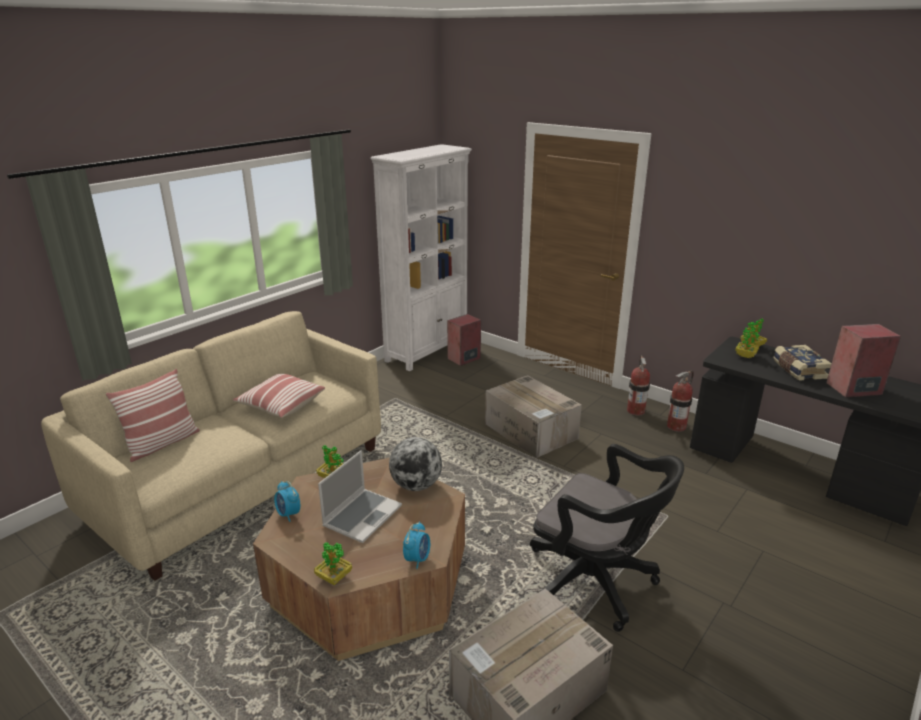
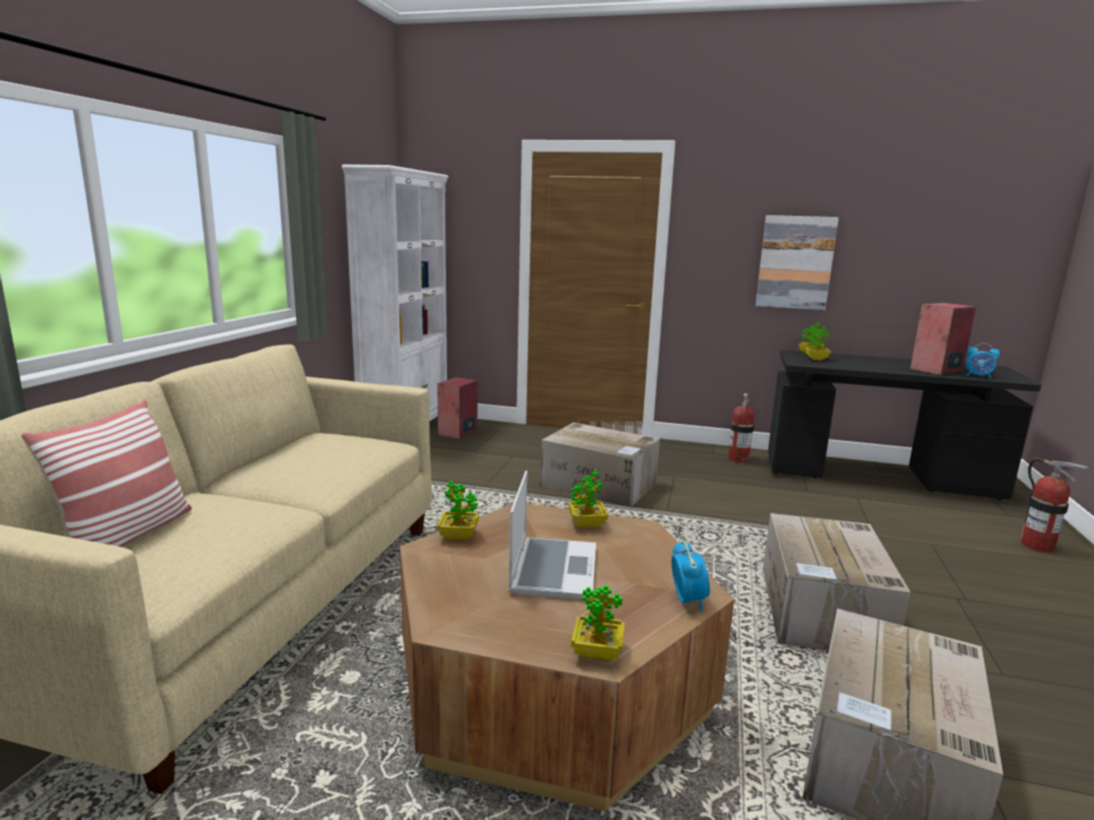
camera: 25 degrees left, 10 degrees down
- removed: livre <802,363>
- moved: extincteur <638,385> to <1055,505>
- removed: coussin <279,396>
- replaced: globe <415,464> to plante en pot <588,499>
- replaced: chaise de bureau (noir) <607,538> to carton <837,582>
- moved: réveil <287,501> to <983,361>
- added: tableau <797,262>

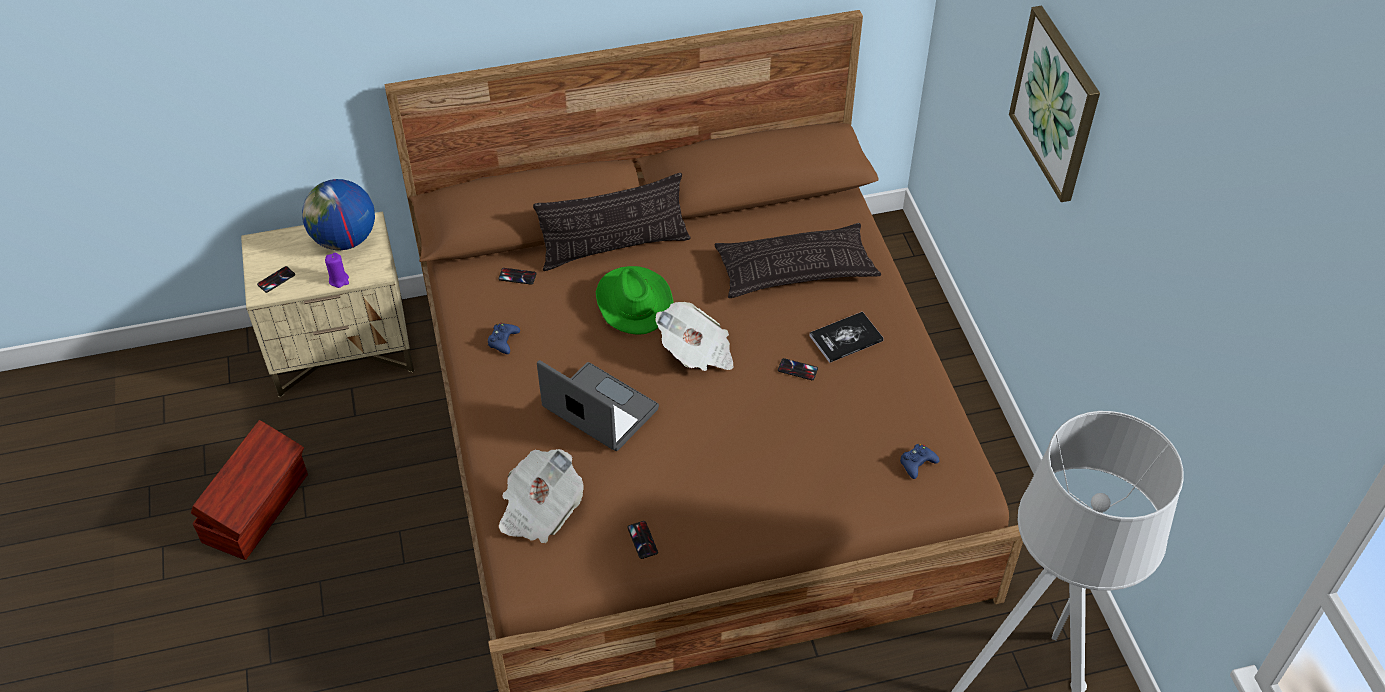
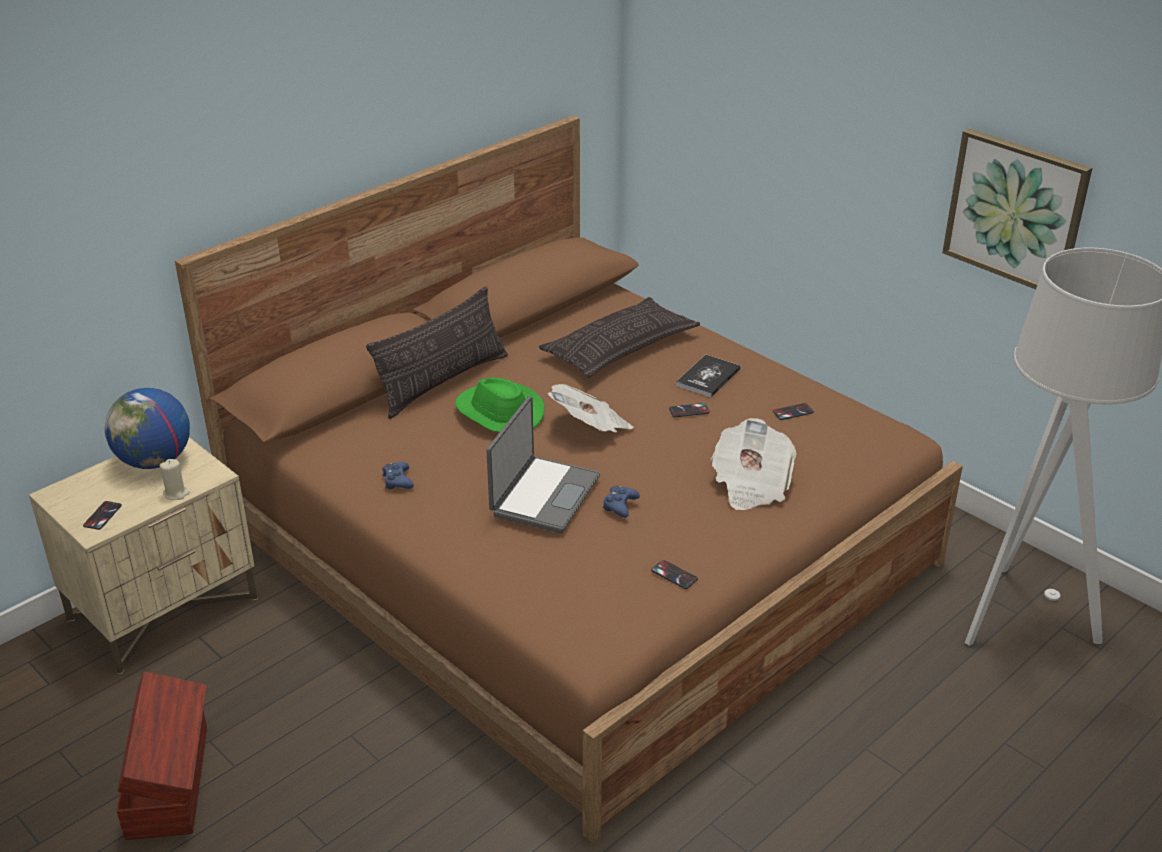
camera: 30 degrees left, 15 degrees down
- moved: tableau <1054,104> to <1017,208>
- recoloured: bougie (violet) <337,270> to bougie (beige) <175,479>
- moved: téléphone <518,276> to <793,411>
- turned: ordinateur portable <598,405> = <543,464> 105 degrees clockwise
- moved: manette (bleu) <919,461> to <621,501>
- moved: journal <541,496> to <754,464>

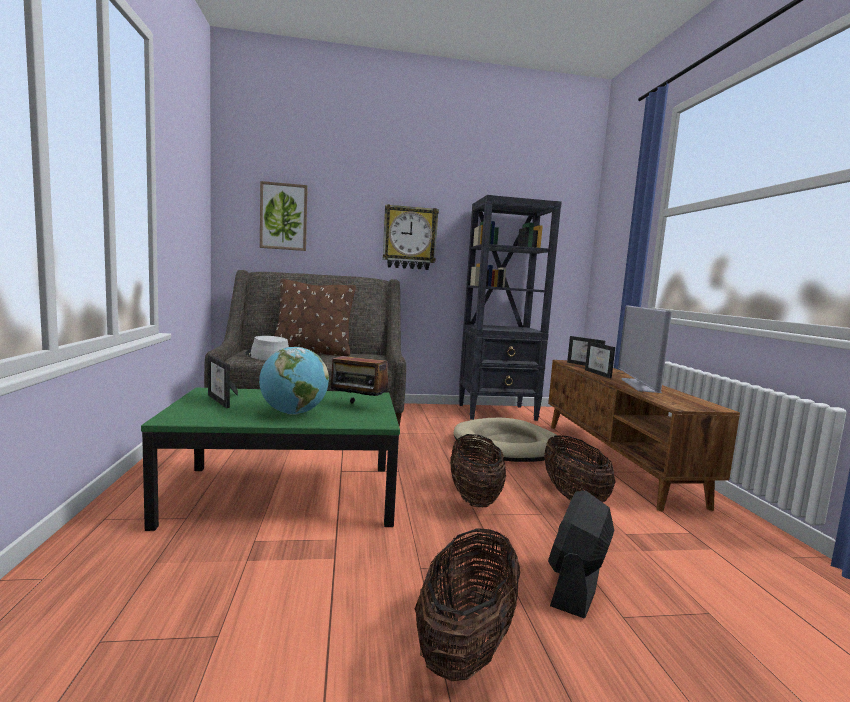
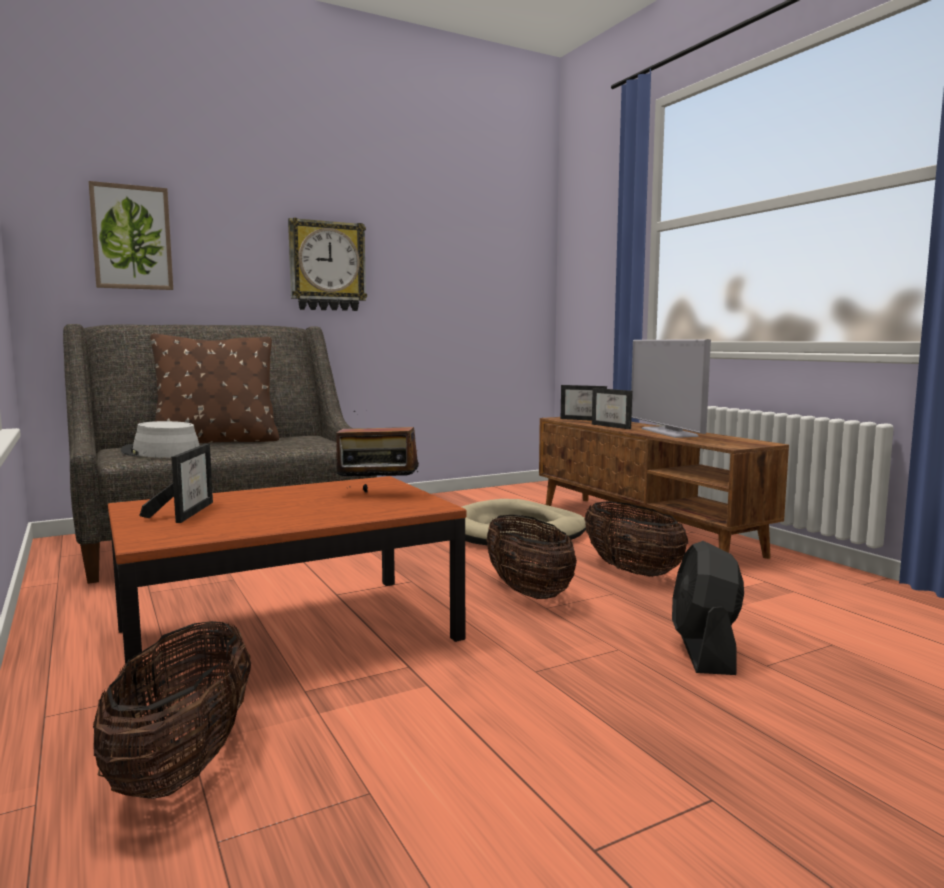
camera: 20 degrees left, 0 degrees up
- removed: bibliothèque (noir) <510,308>
- removed: globe <294,381>
- turned: cadre photo <223,381> = <176,483> 120 degrees counterclockwise
- recoloured: table basse (vert) <270,459> to table basse (marron) <287,595>
- moved: panier <467,604> to <172,710>

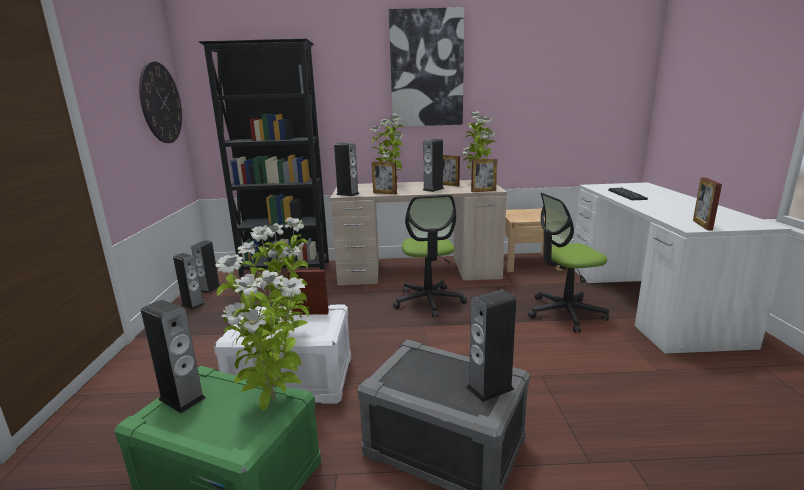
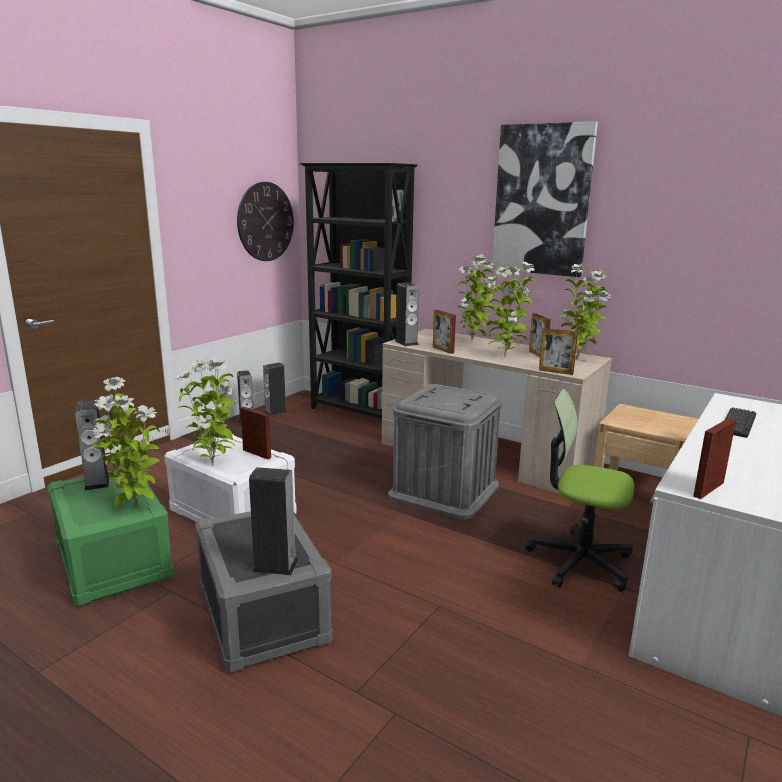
camera: 35 degrees right, 0 degrees up
- replaced: enceinte <433,165> to plante en pot <508,309>
- replaced: chaise de bureau <430,256> to boîte de rangement (gris) <445,451>

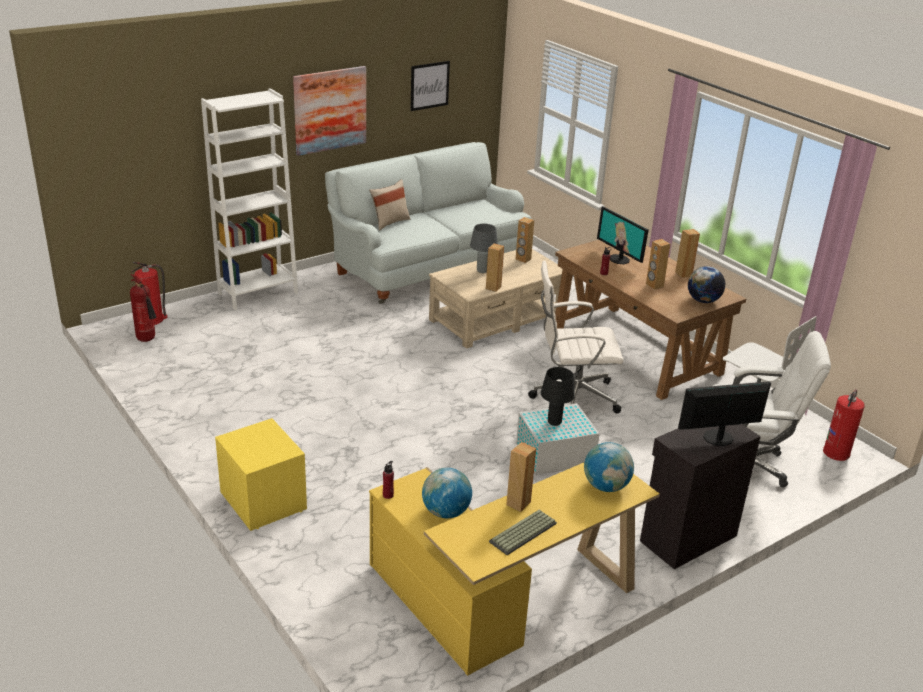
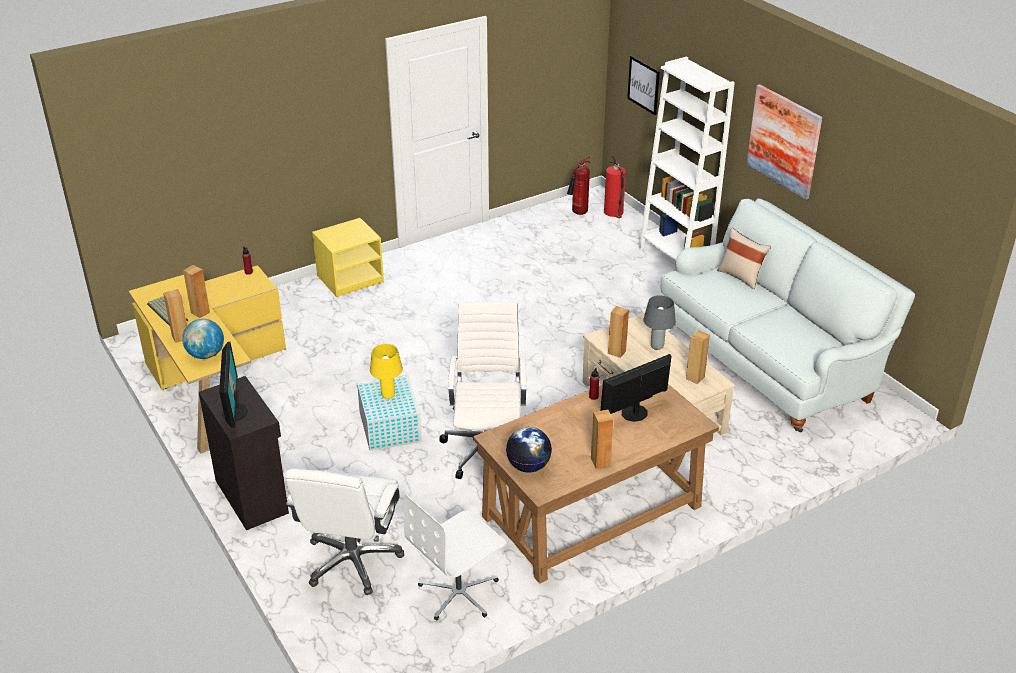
camera: 95 degrees right, 5 degrees up
- moved: tableau <430,86> to <643,85>
- moved: enceinte (marron) <658,264> to <175,316>
- recoloured: lampe de table (noir) <558,396> to lampe de table (jaune) <386,371>
- removed: extincteur <844,425>
- removed: globe <447,493>

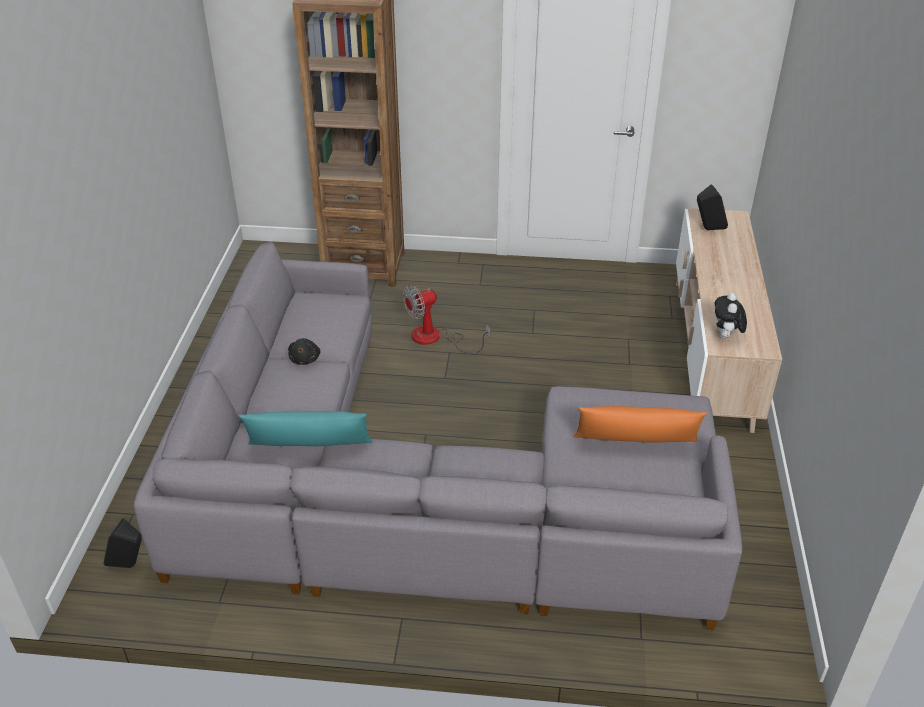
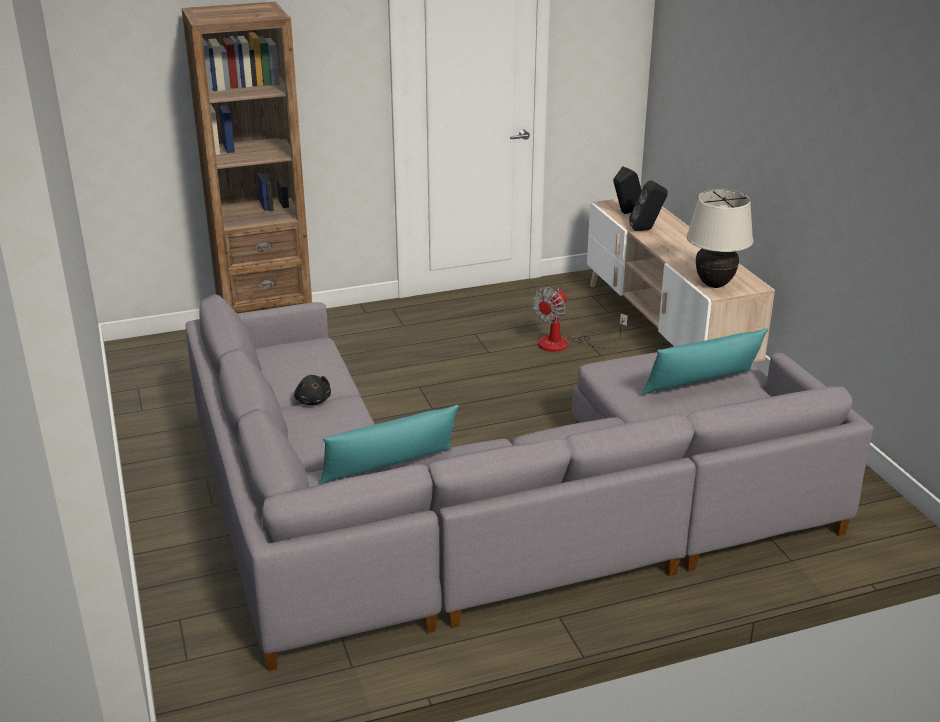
camera: 25 degrees left, 10 degrees down
- moved: ventilateur <446,319> to <580,319>
- replaced: peluche <731,316> to lampe de table (beige) <720,239>
- recoloured: coussin (orange) <640,424> to coussin (turquoise) <704,361>
- moved: enceinte (noir) <122,543> to <648,205>

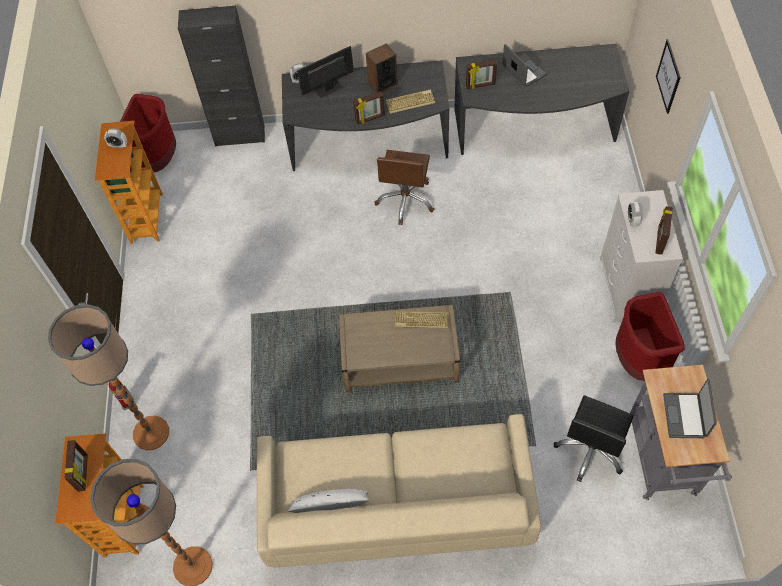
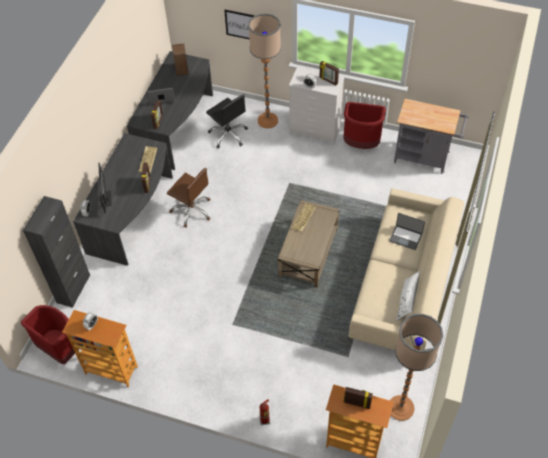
camera: 70 degrees left, 5 degrees down
- moved: enceinte <382,68> to <180,59>
- moved: lampadaire <108,377> to <264,71>
- moved: ordinateur portable <690,408> to <407,231>
- moved: chaise de bureau (noir) <594,438> to <227,121>

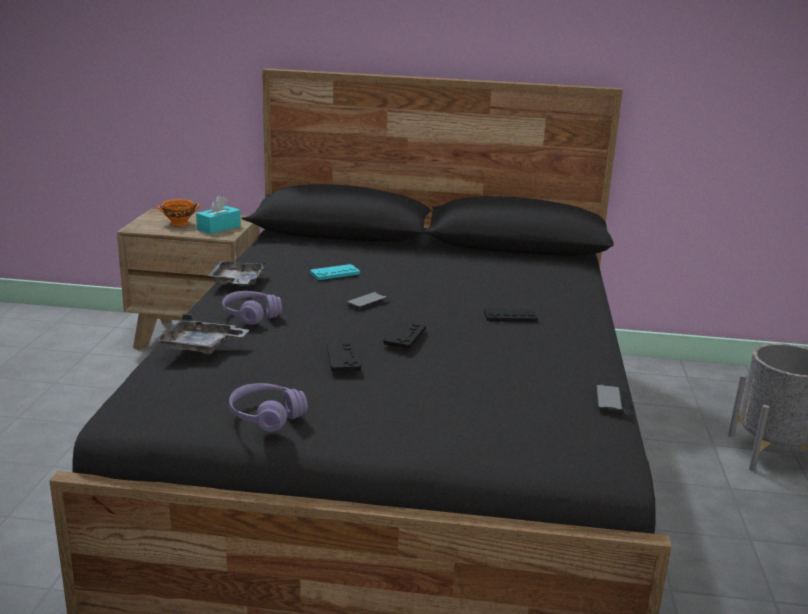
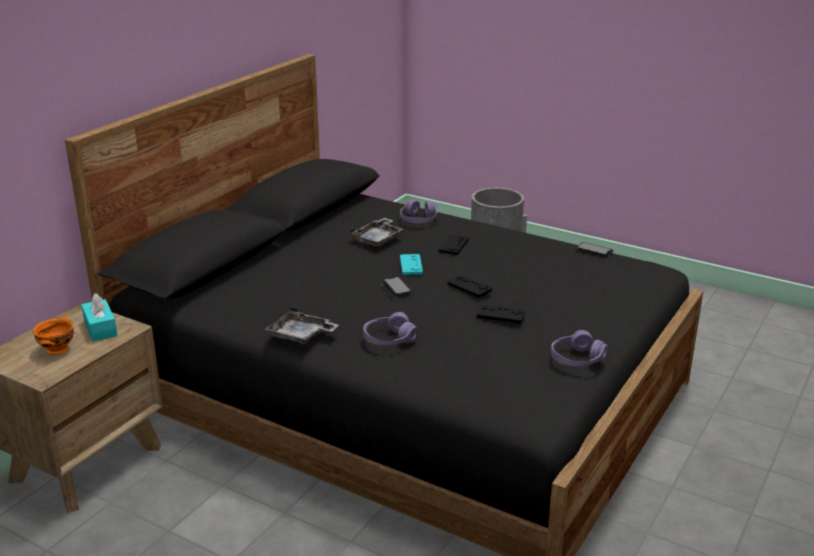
camera: 65 degrees left, 5 degrees up
- moved: manette (turquoise) <335,272> to <411,264>
- moved: plateau (gris) <202,334> to <376,232>
- added: casque audio (violet) <418,211>

